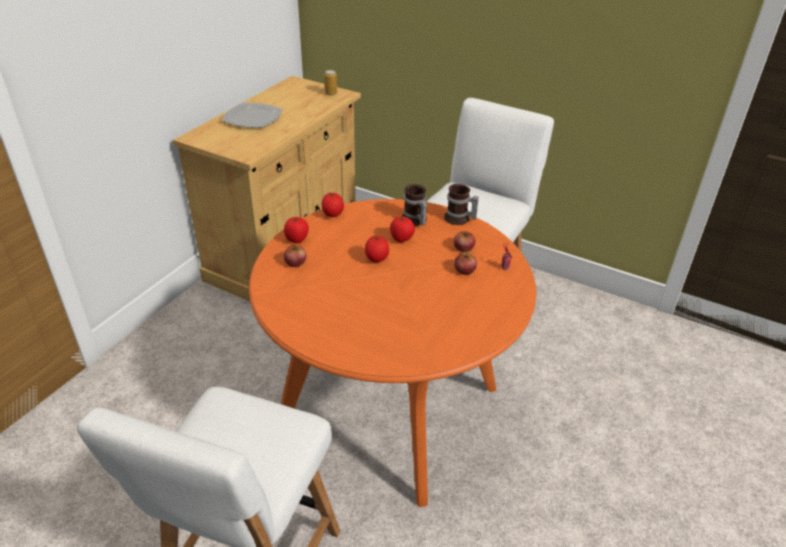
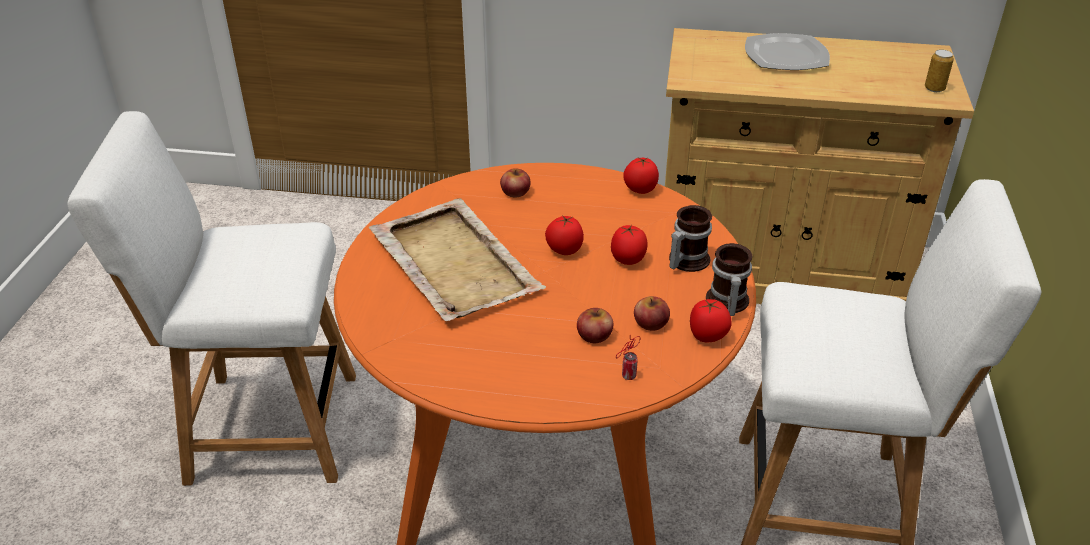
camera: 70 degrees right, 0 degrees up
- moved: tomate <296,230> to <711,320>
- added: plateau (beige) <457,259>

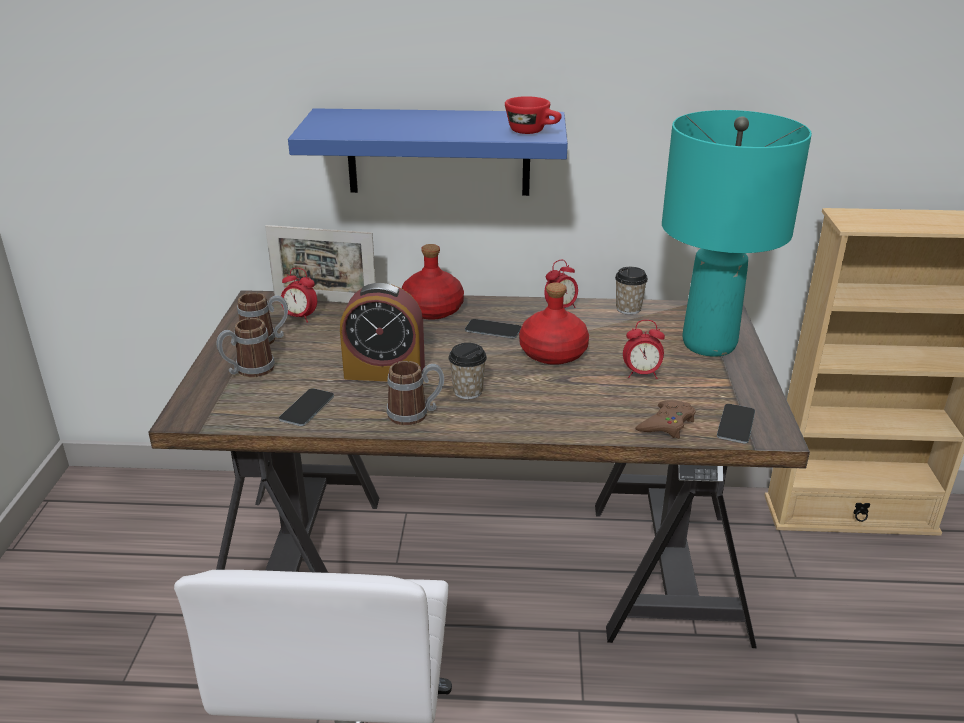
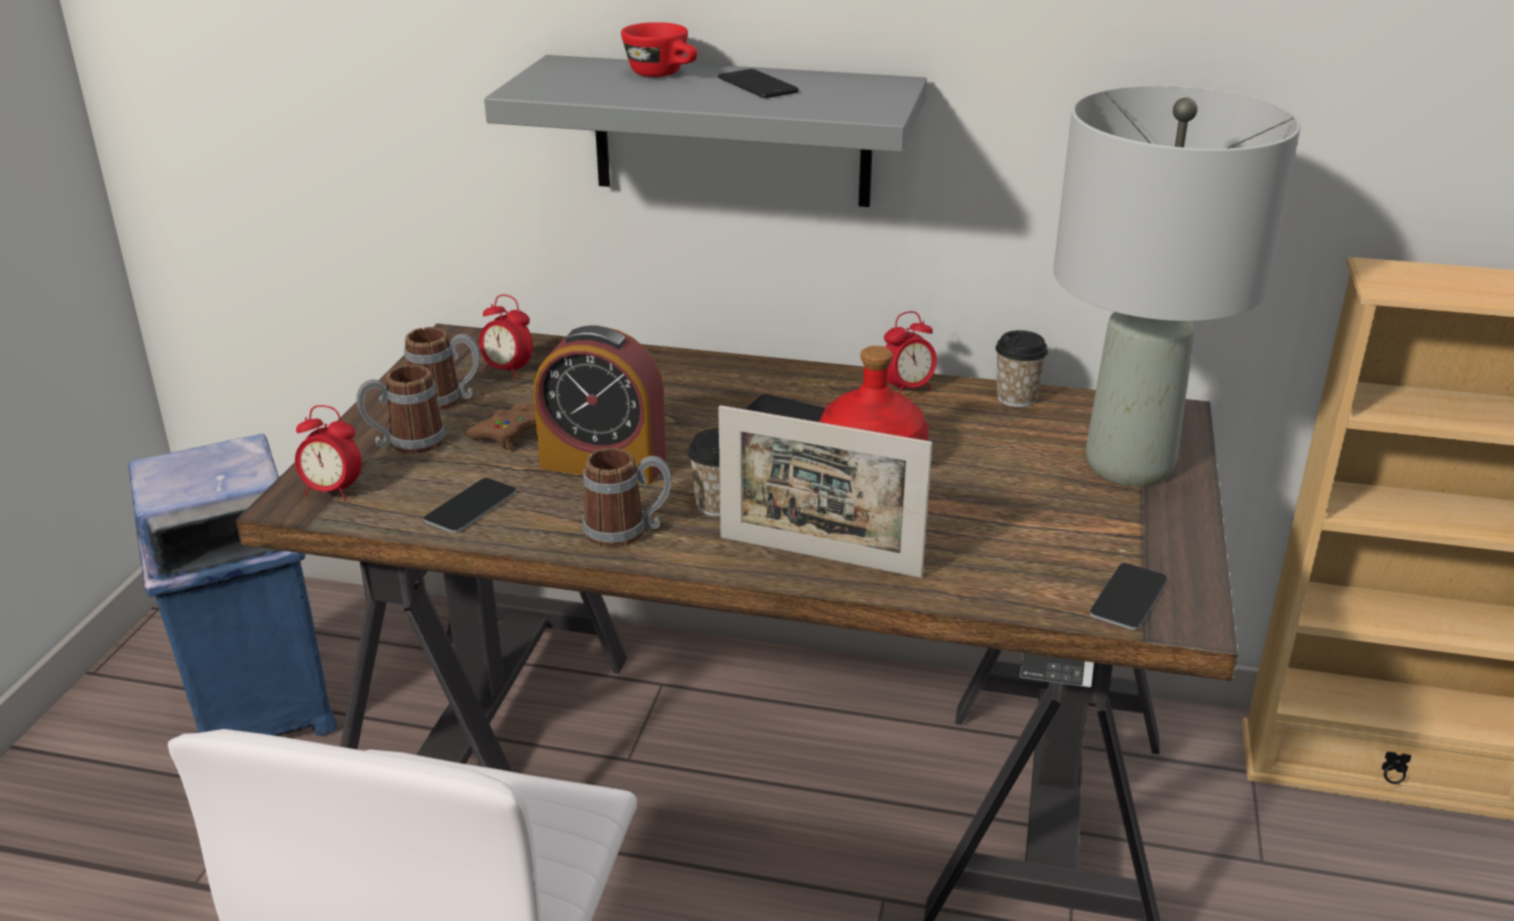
camera: 10 degrees right, 0 degrees up
- moved: tasse (rouge) <533,115> to <659,49>
- recoloured: étagère (bleu) <428,152> to étagère (gris) <705,131>
- recoloured: lampe de table (turquoise) <737,233> to lampe de table (gris) <1176,286>
- moved: cadre photo <320,264> to <825,491>
- removed: bouteille (rouge) <433,282>
- moved: réveil <644,349> to <328,453>
- moved: manette (marron) <666,419> to <500,426>
- added: téléphone <758,83>
- added: poubelle (bleu) <233,585>

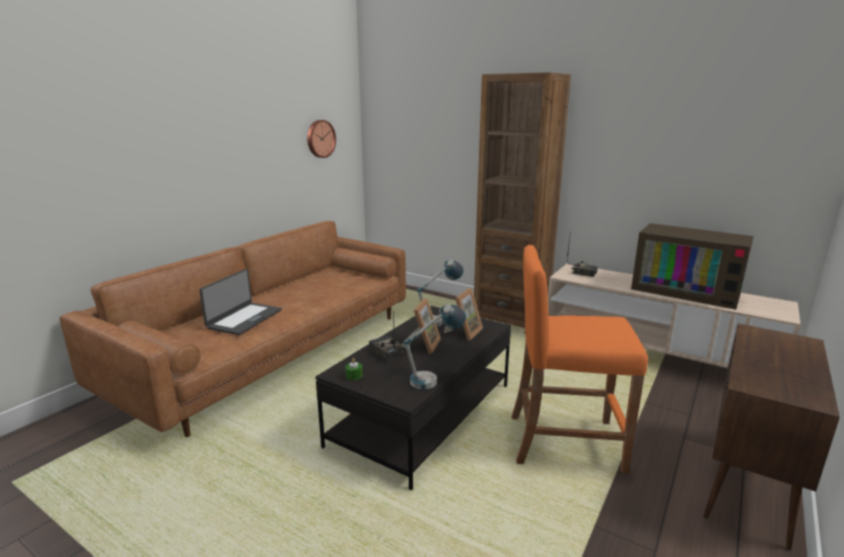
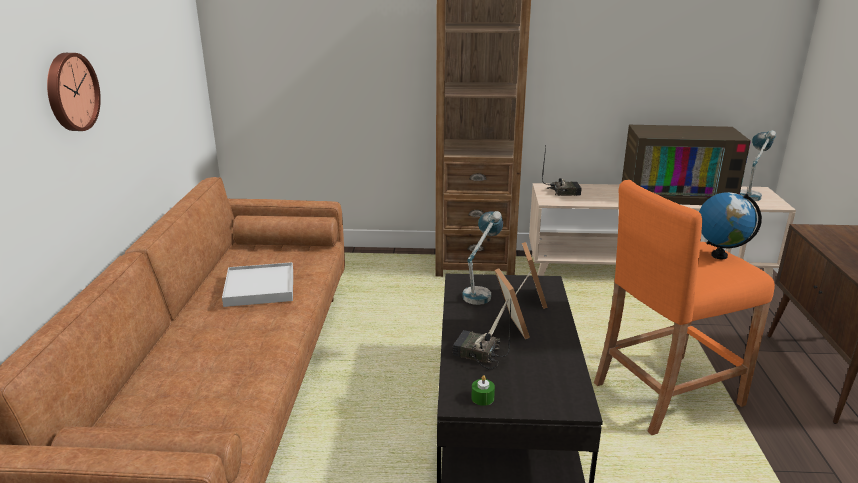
camera: 30 degrees left, 5 degrees up
- moved: horloge murale <321,139> to <74,92>
- removed: ordinateur portable <240,302>
- moved: lampe de table <434,347> to <758,165>
- added: globe <730,225>
- added: plateau (blanc) <257,284>

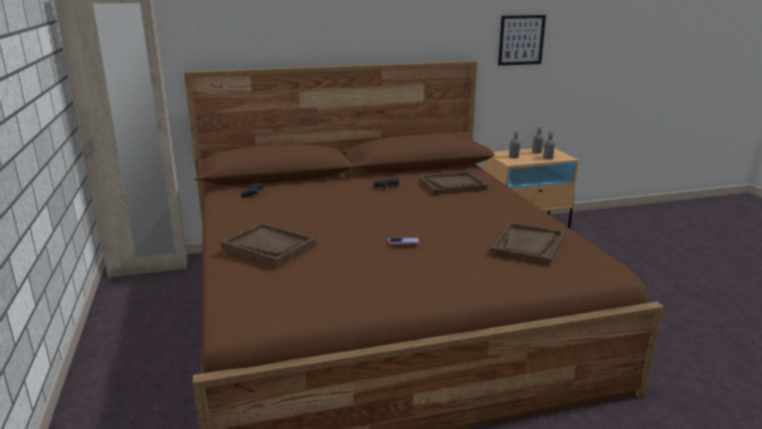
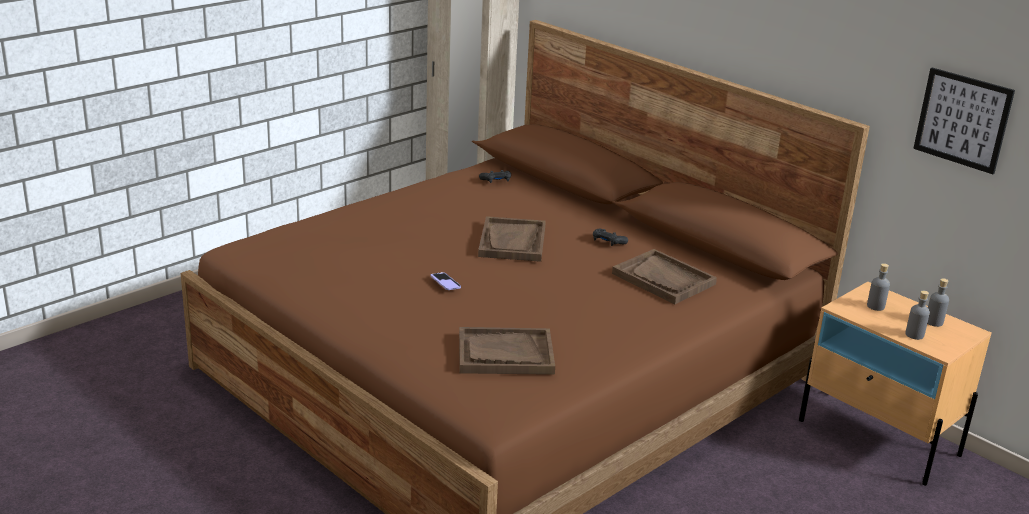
camera: 60 degrees right, 5 degrees up
- moved: plateau (marron) <268,244> to <512,239>

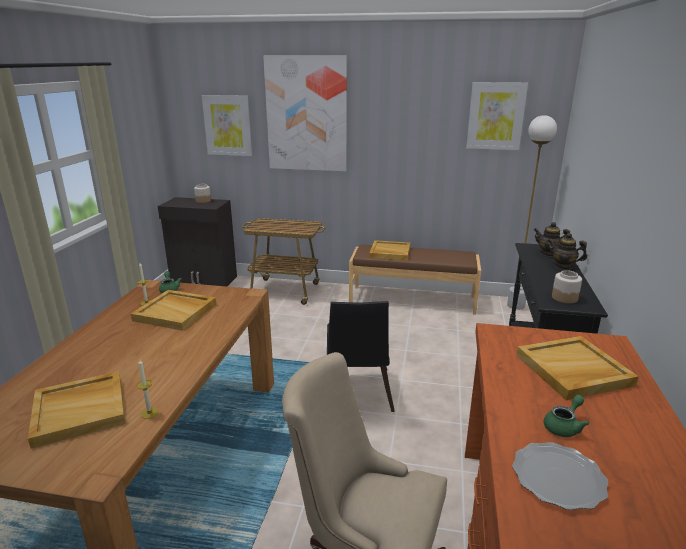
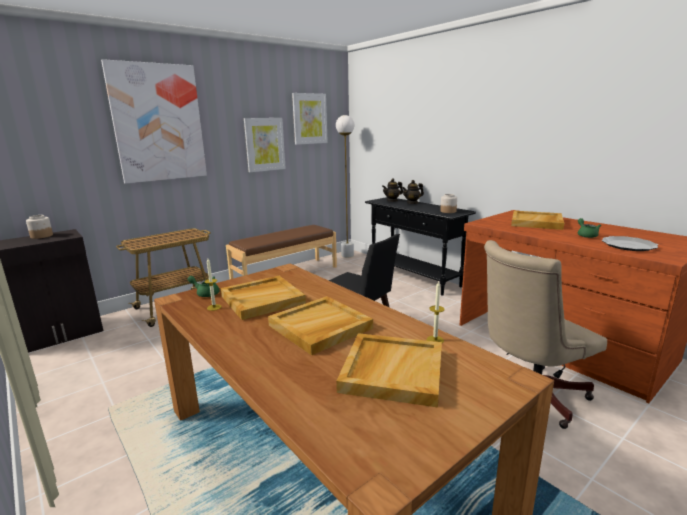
camera: 50 degrees left, 5 degrees down
- moved: tableau <227,125> to <265,145>
- moved: plateau (beige) <389,250> to <320,326>

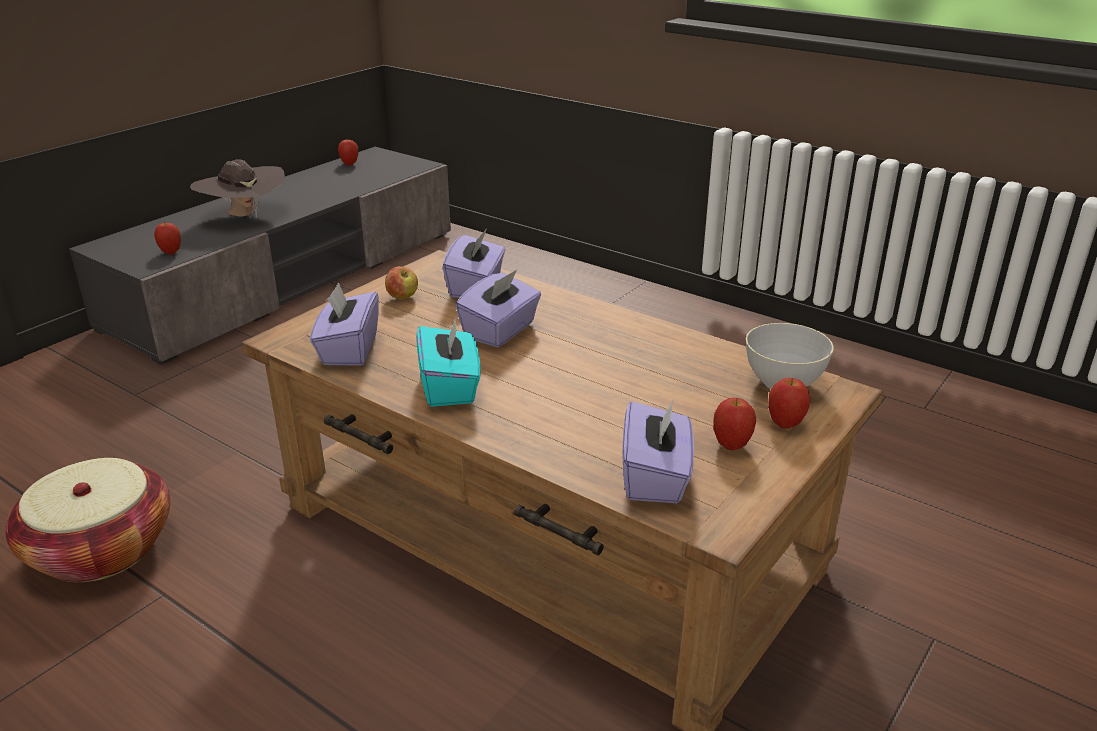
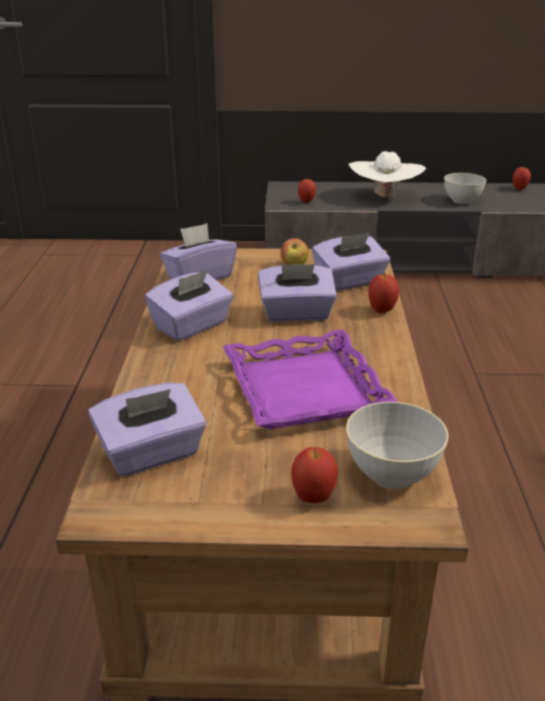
camera: 55 degrees right, 0 degrees up
- recoloured: chapeau (marron) <237,188> to chapeau (blanc) <387,176>
- recoloured: boîte à mouchoirs (turquoise) <448,362> to boîte à mouchoirs (violet) <189,305>
- moved: pomme <734,424> to <383,293>
- removed: panier <87,520>
- added: bol (gris) <465,188>
- added: plateau (violet) <310,379>

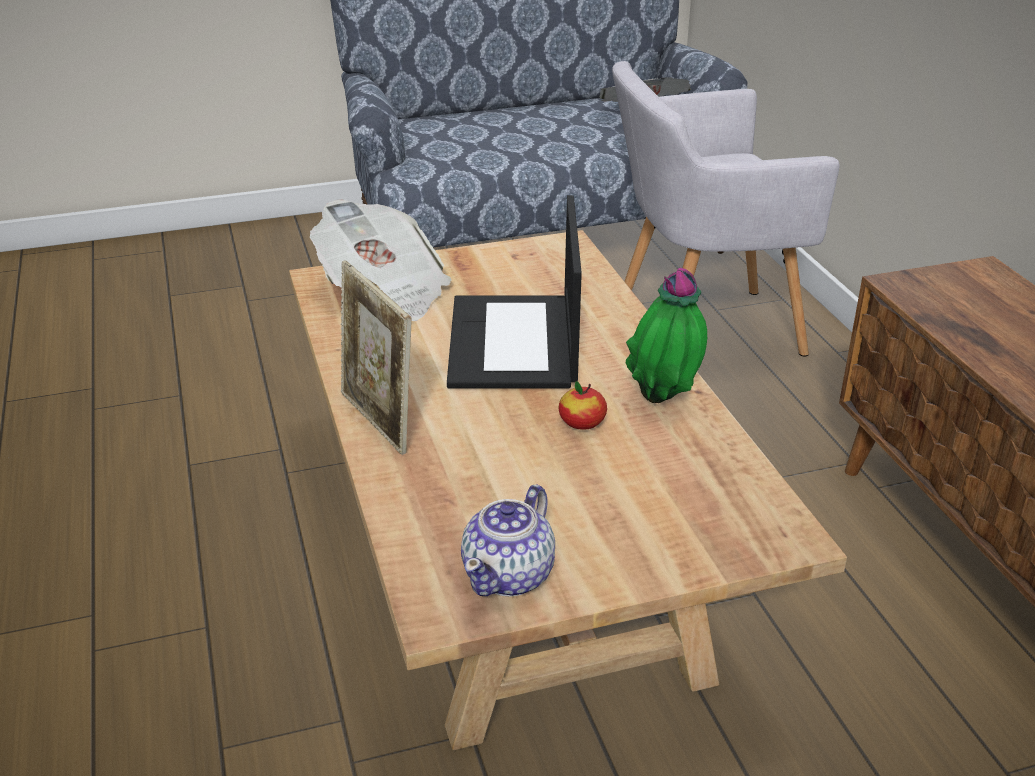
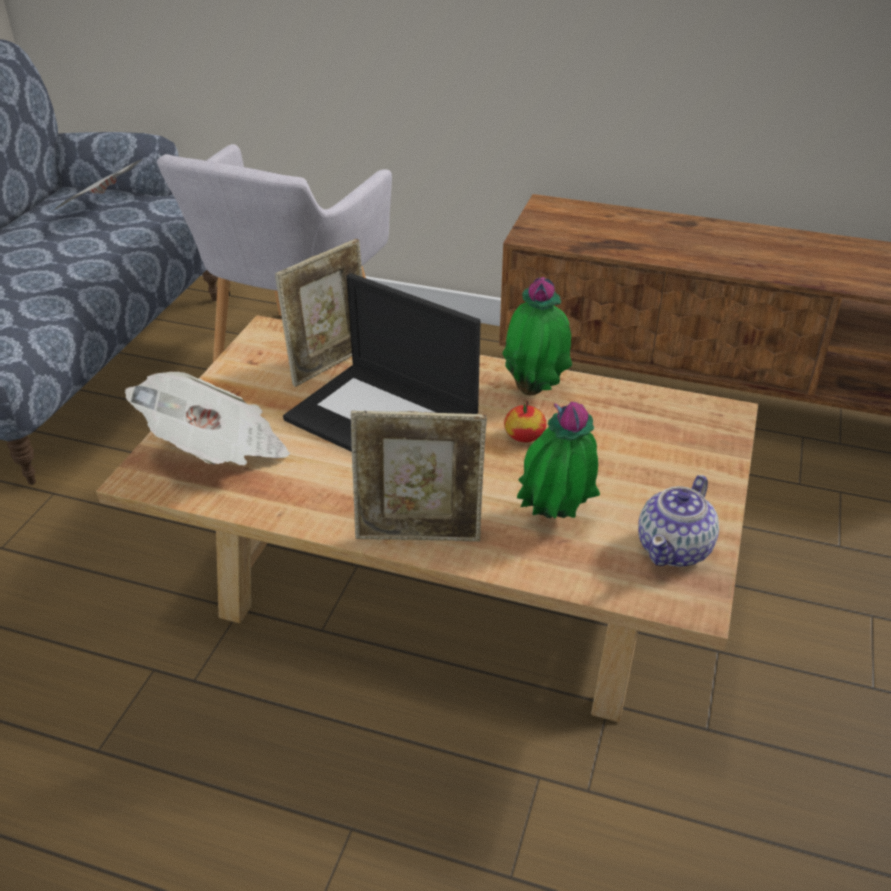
camera: 55 degrees left, 5 degrees up
- turned: théière <508,541> = <678,521> 60 degrees clockwise
- added: cadre photo <319,313>
- added: plante en pot <558,460>

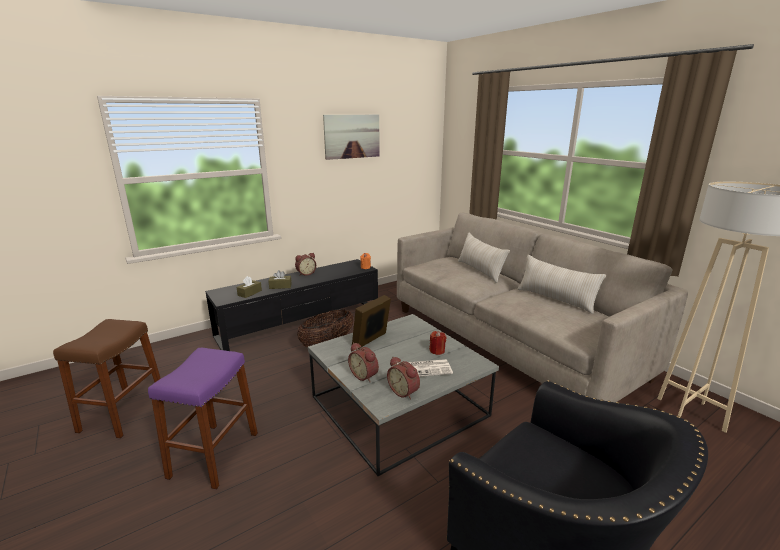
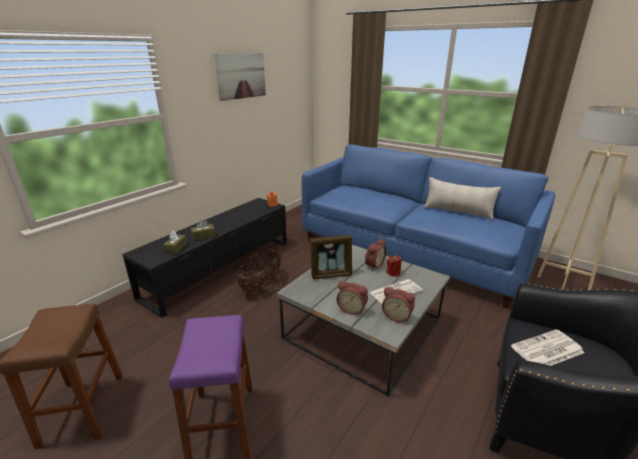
camera: 20 degrees left, 5 degrees up
- recoloured: canapé (beige) <542,307> to canapé (bleu) <428,226>
- removed: coussin (beige) <484,257>
- moved: réveil <305,264> to <376,254>
- turned: cadre photo <371,322> = <331,257> 120 degrees counterclockwise
- added: journal <548,347>

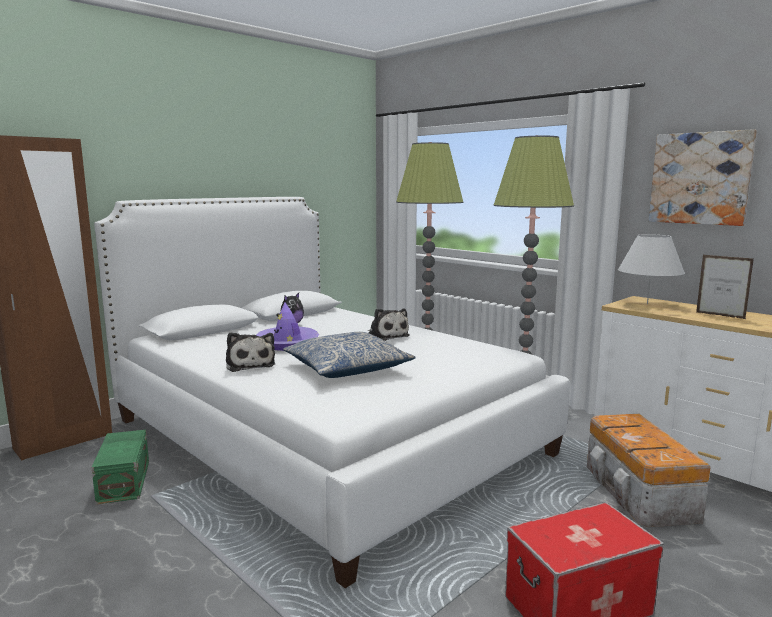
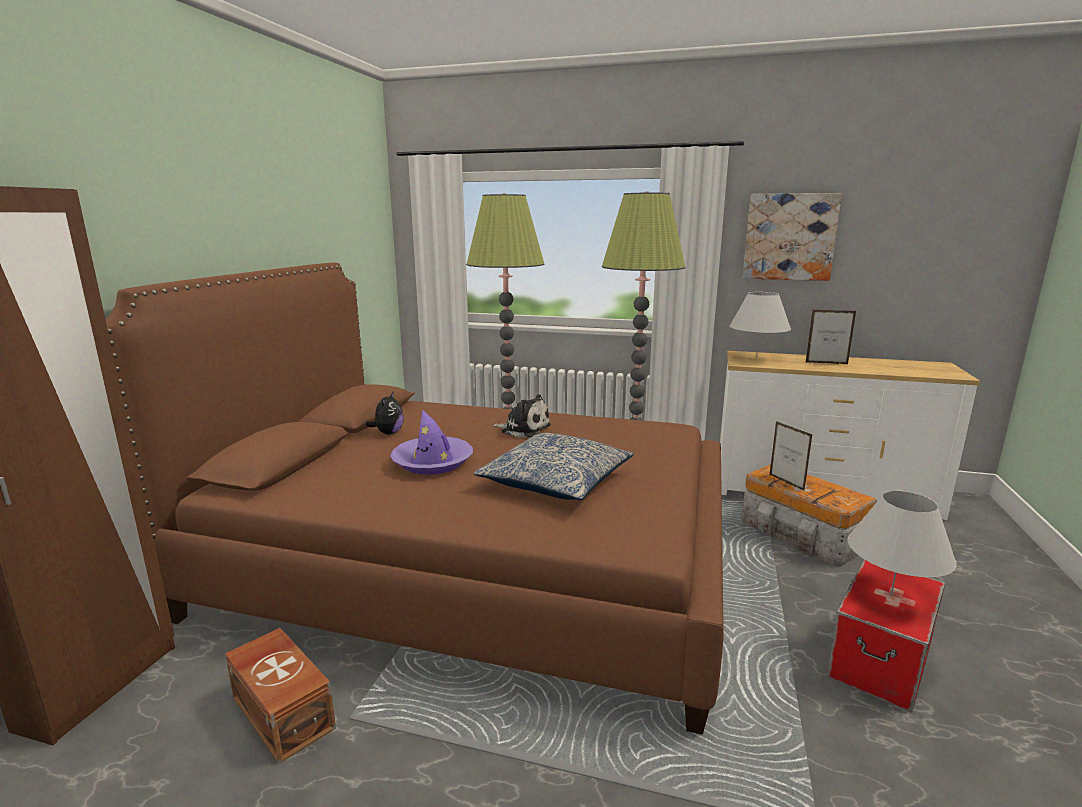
camera: 30 degrees left, 5 degrees up
- recoloured: lit (blanc) <332,392> to lit (marron) <414,499>
- removed: peluche <250,352>
- recoloured: boîte de rangement (vert) <120,467> to boîte de rangement (marron) <280,696>
- added: cadre photo <791,456>
- added: lampe de table (blanc) <902,542>

